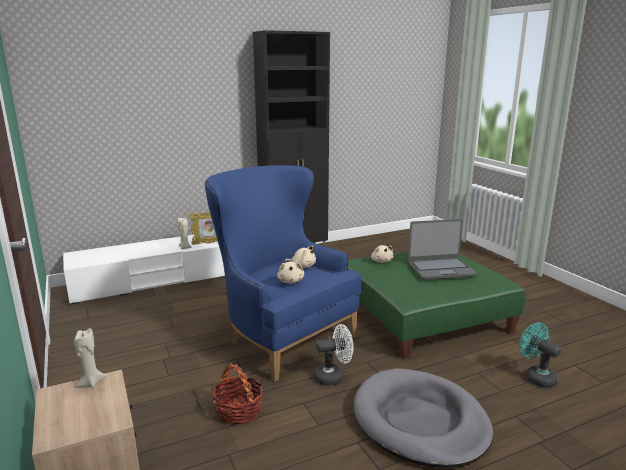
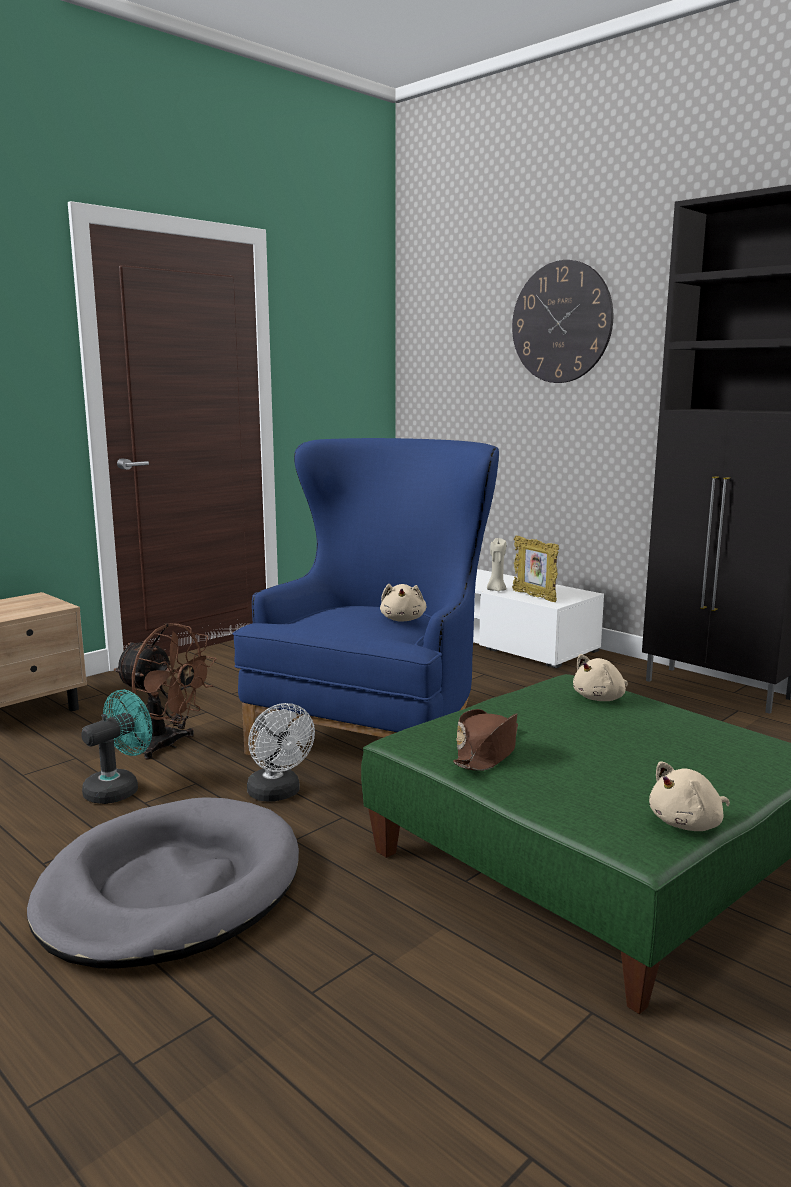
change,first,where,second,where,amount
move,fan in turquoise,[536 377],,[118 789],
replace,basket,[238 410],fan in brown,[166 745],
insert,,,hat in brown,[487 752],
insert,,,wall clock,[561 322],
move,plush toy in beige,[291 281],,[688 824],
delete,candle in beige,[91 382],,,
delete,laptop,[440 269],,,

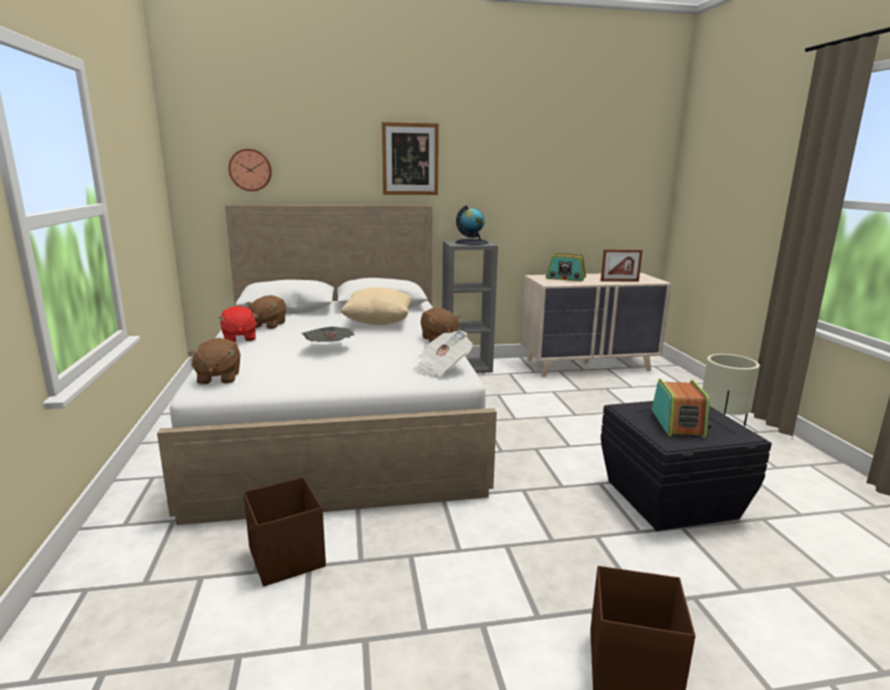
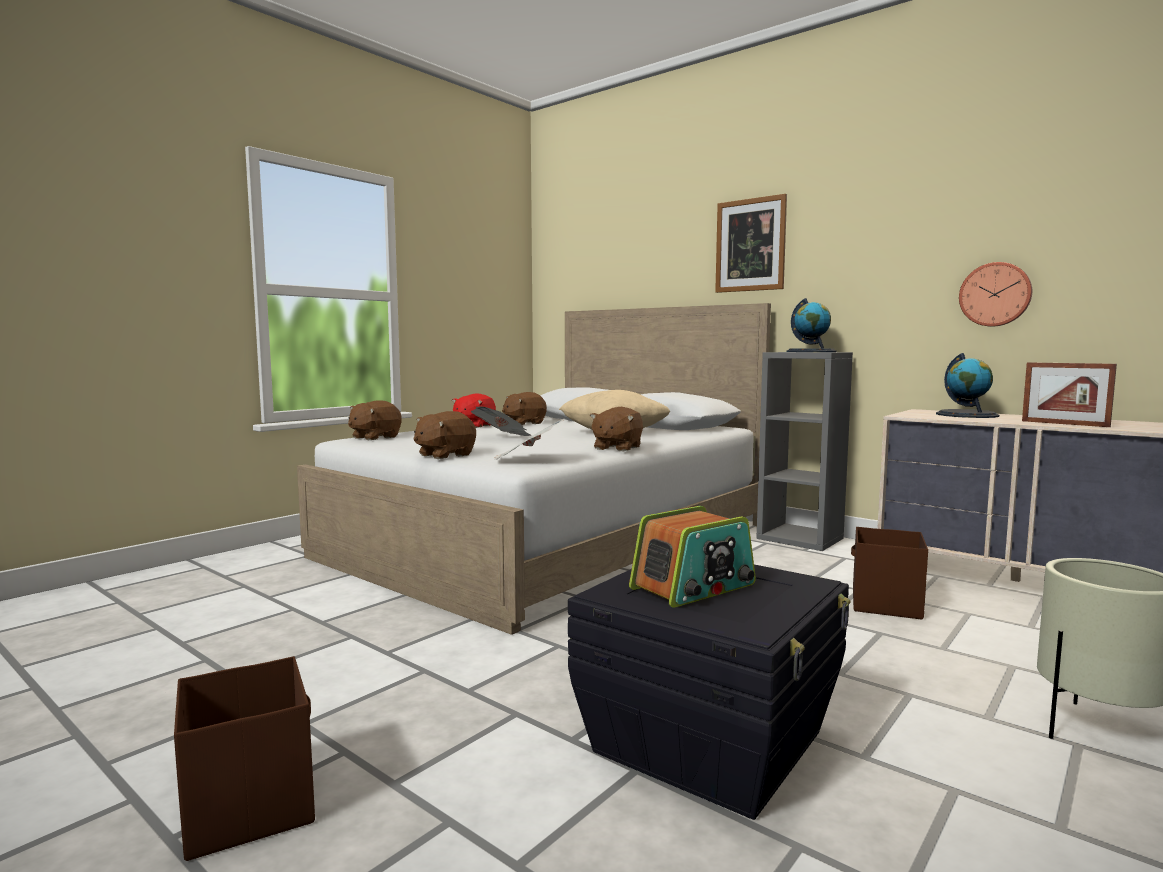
change,first,where,second,where,amount
insert,,,plush toy in brown,[444 455],
move,storage box in brown,[286 558],,[885 604],
replace,radio,[565 278],globe,[967 415],
move,wall clock,[250 170],,[995 294],

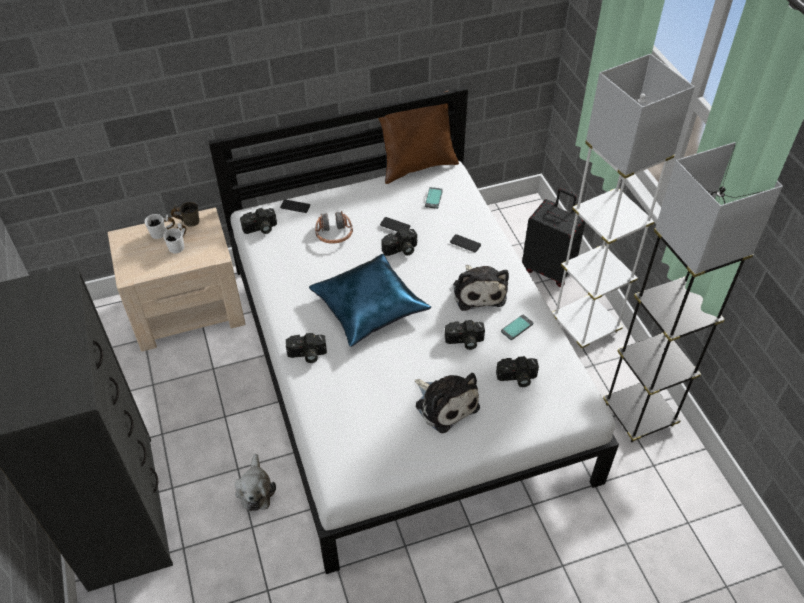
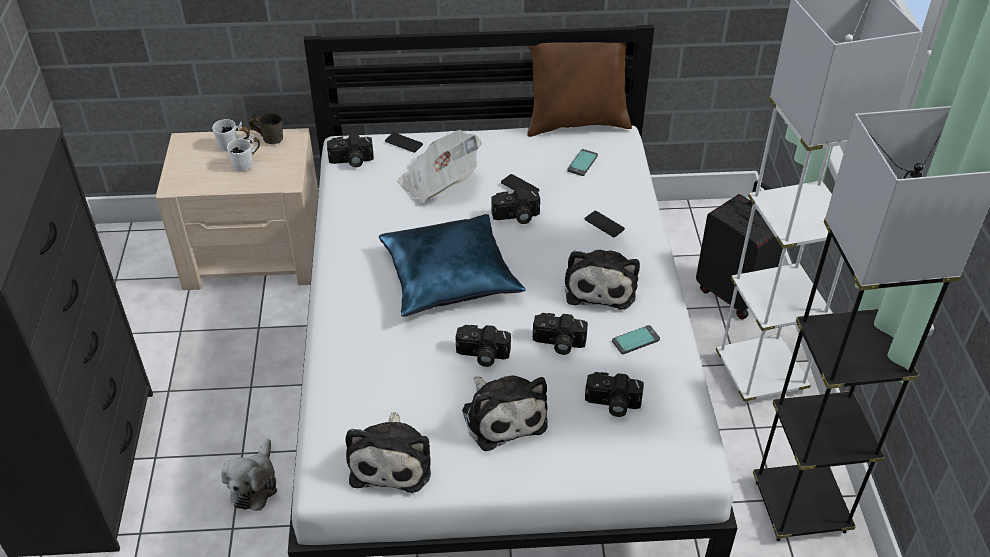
change,first,where,second,where,amount
insert,,,plush toy,[392 460],
replace,headphones,[334 234],newspaper,[439 183],
move,photo camera,[307 355],,[482 355],

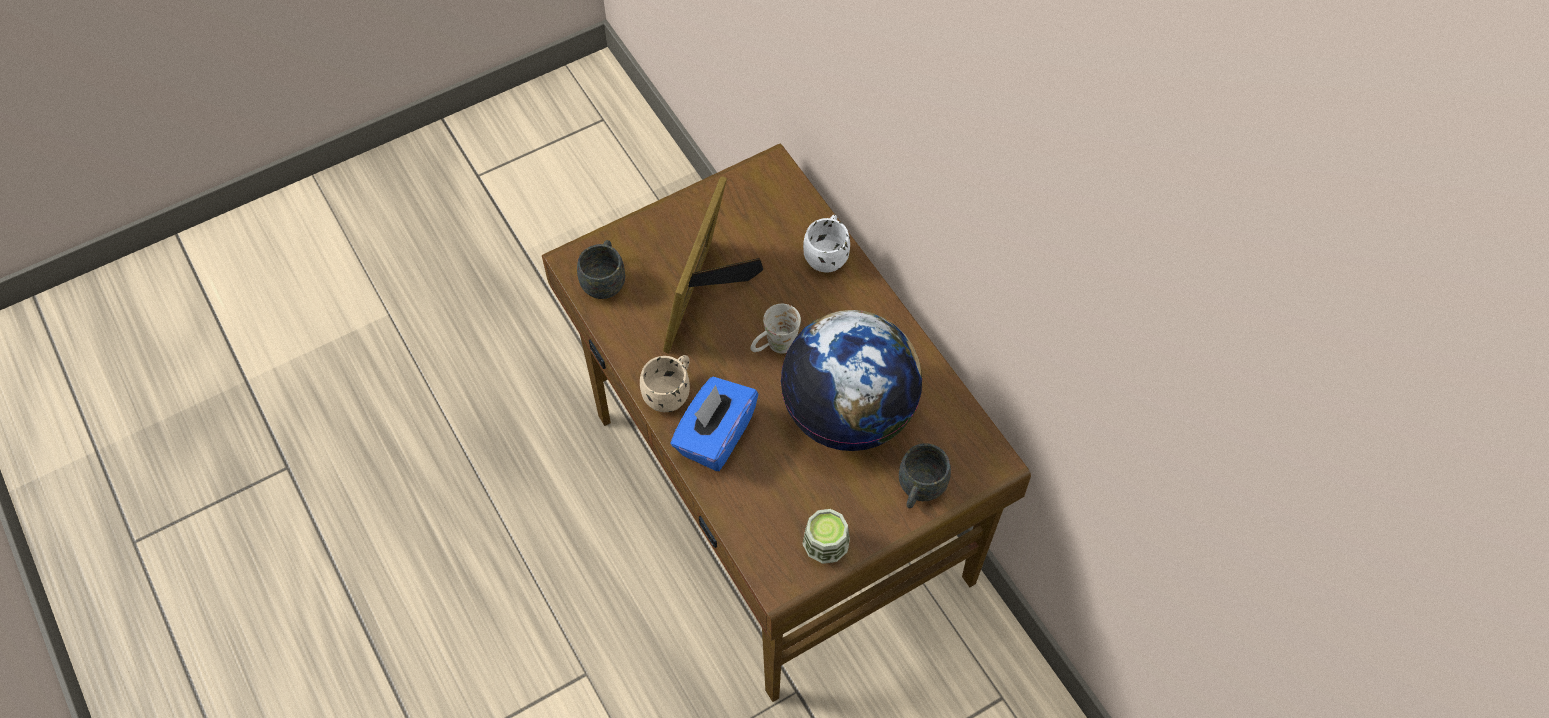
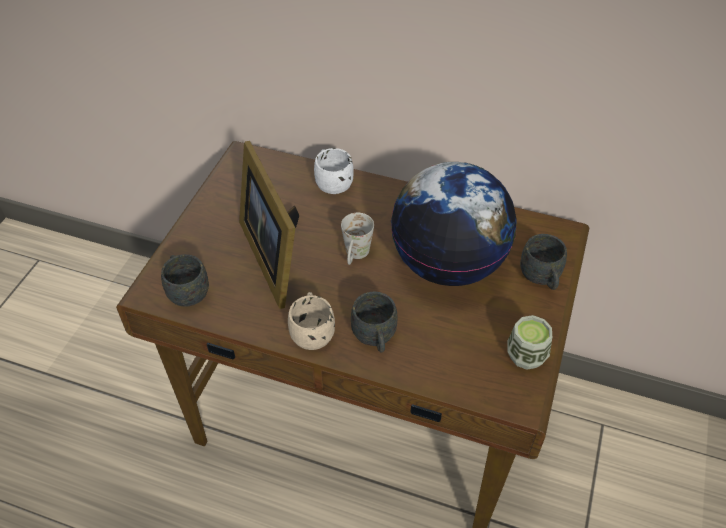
change,first,where,second,where,amount
replace,tissue box in blue,[715 436],mug in grey,[375 338],

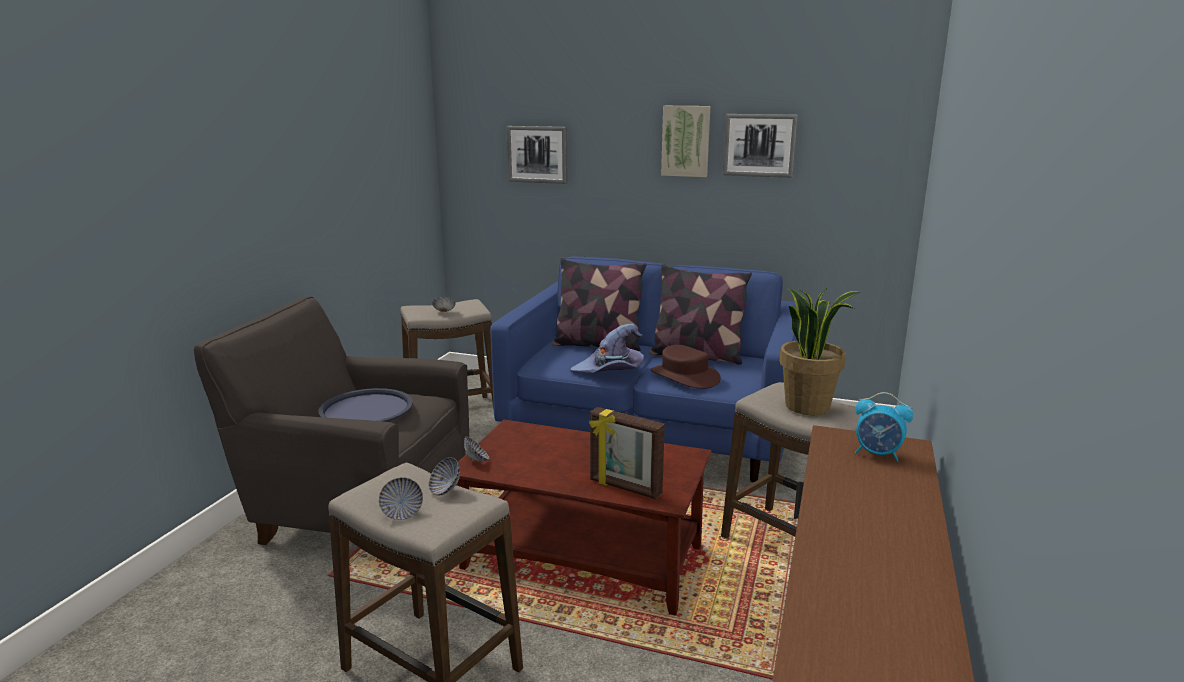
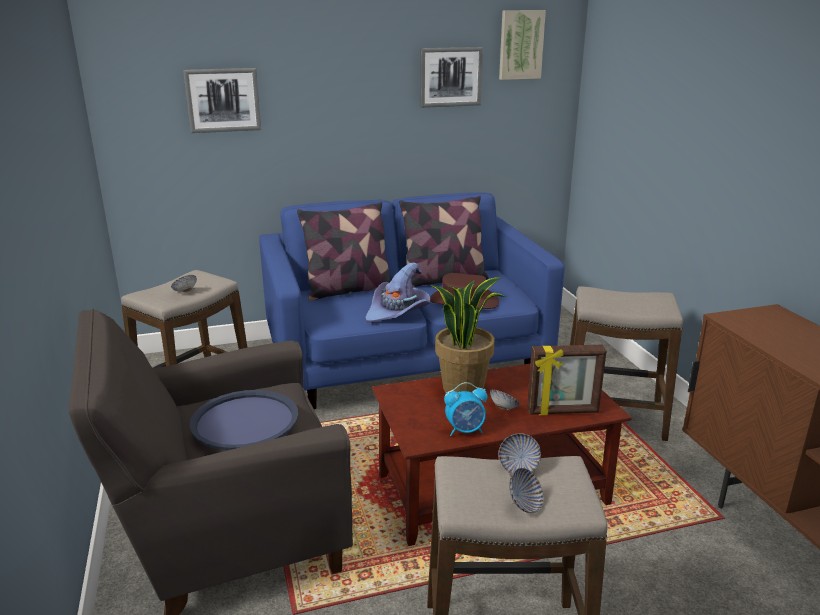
change,first,where,second,where,amount
move,potted plant,[808 406],,[463 388],
move,alarm clock,[878 454],,[465 430],
move,bowl,[477 460],,[503 408],
move,picture,[686 141],,[520 45],

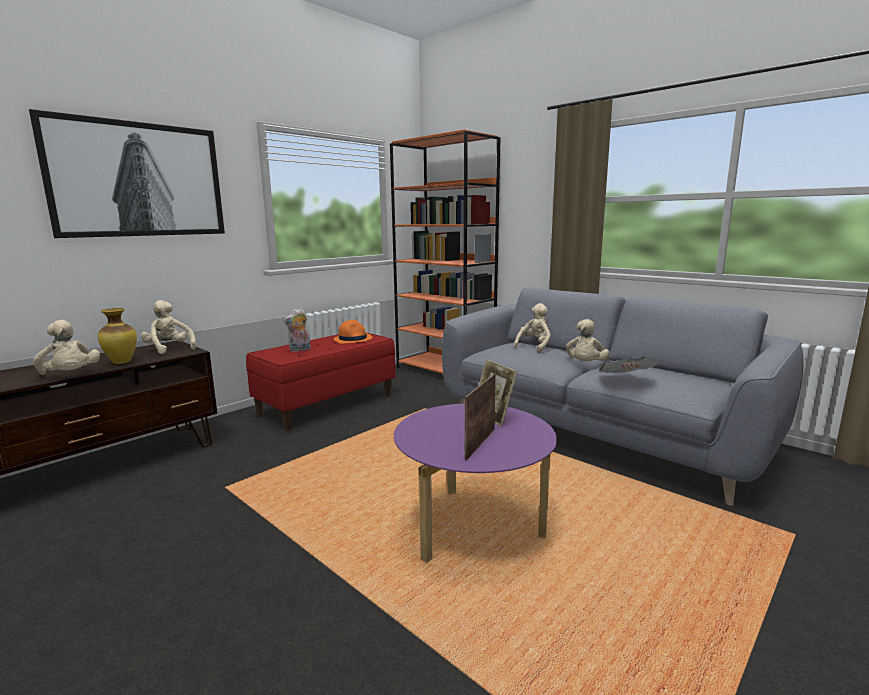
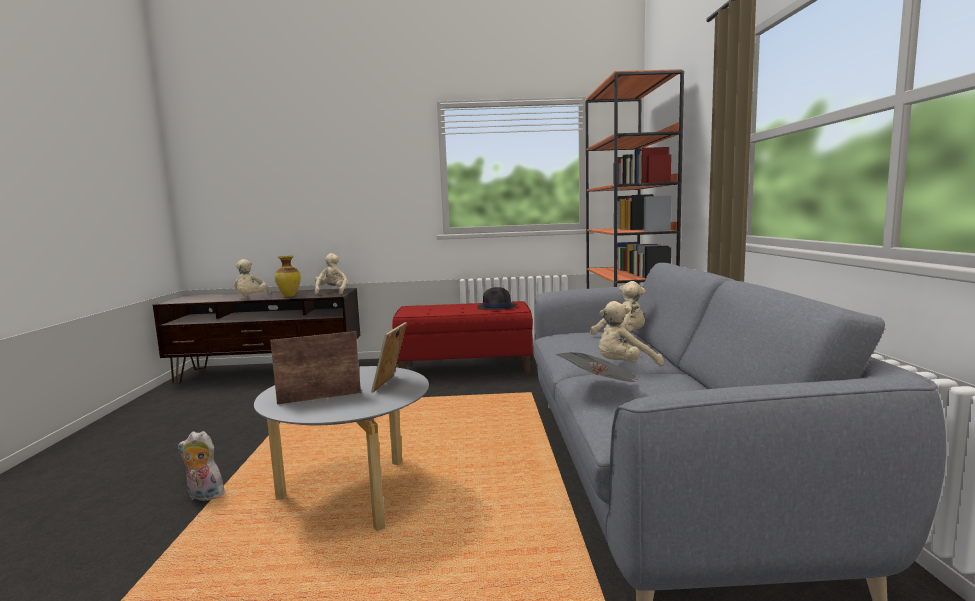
change,first,where,second,where,amount
move,plush toy,[300 350],,[203 496],
recolor,coffee table in purple,[473 527],coffee table in grey,[353 495],
recolor,hat in orange,[353 339],hat in black,[497 307],
delete,picture,[139 180],,,

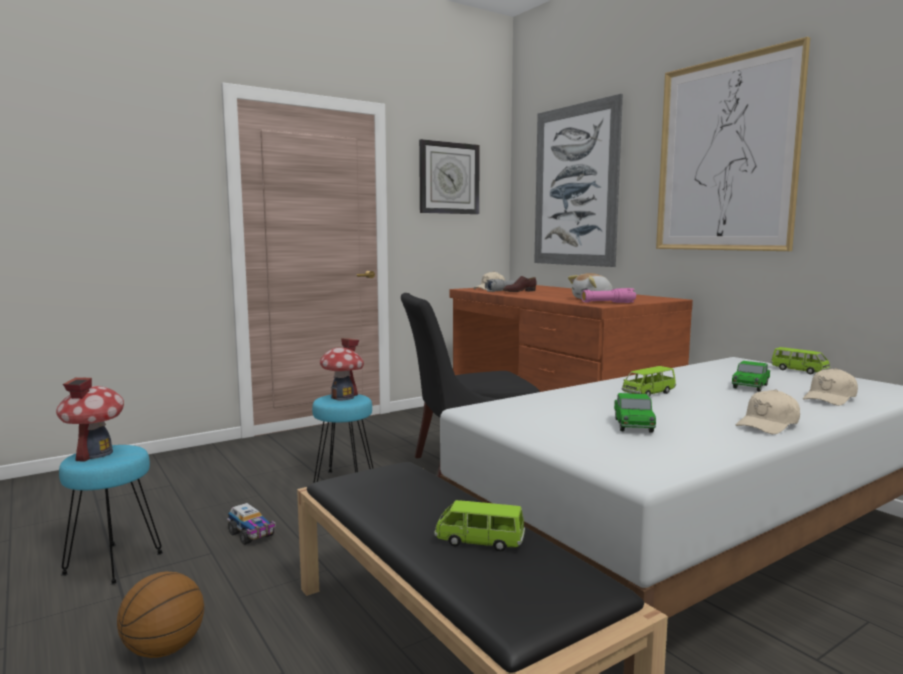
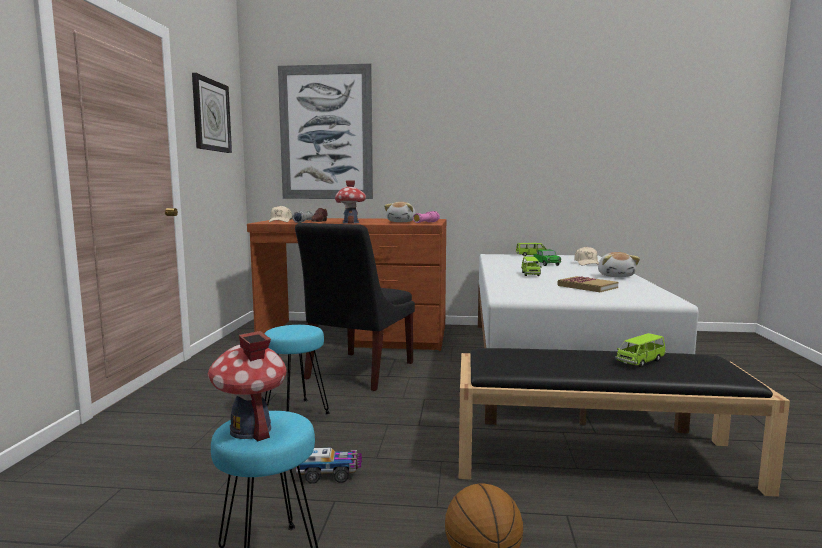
change,first,where,second,where,amount
move,toy house,[342 397],,[351 223],
replace,toy car,[633 425],book,[587 286],
replace,cap in beige,[768 425],plush toy,[616 276],
delete,picture,[725 155],,,

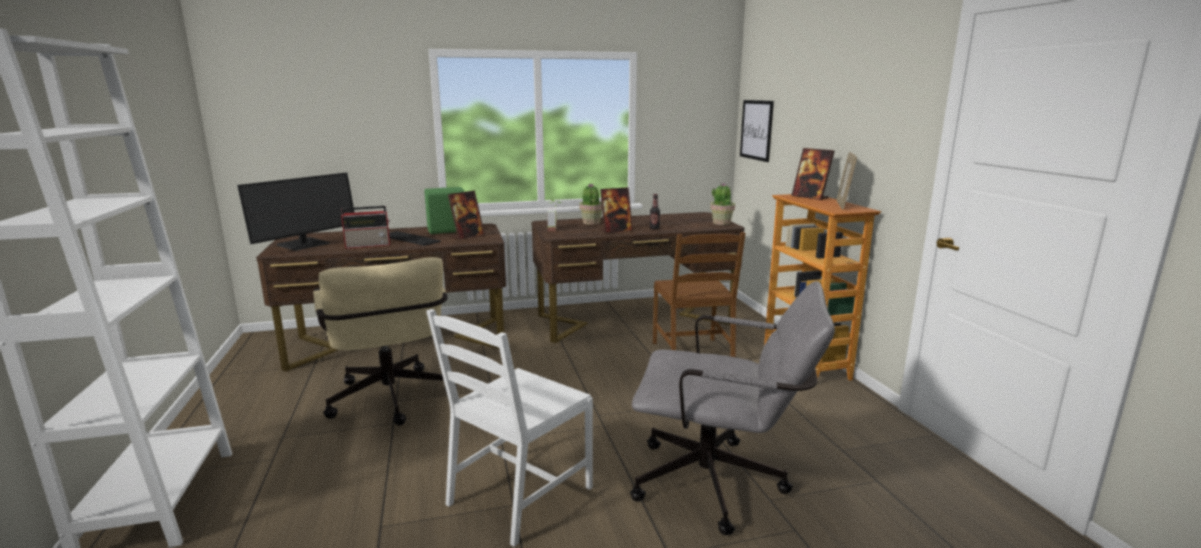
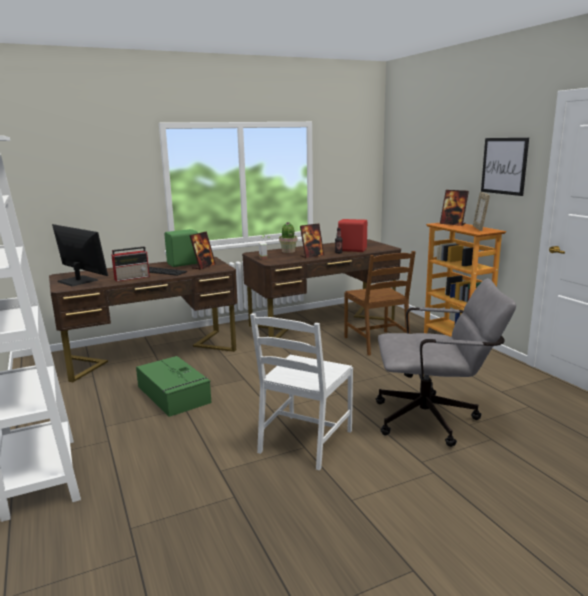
change,first,where,second,where,amount
rotate,monitor,[304 244],,[79 281],75 degrees counterclockwise
replace,office chair in beige,[391 402],storage box in green,[174 395],
insert,,,speaker in red,[352 250],
move,picture,[756 130],,[504 166],
delete,potted plant,[721 223],,,

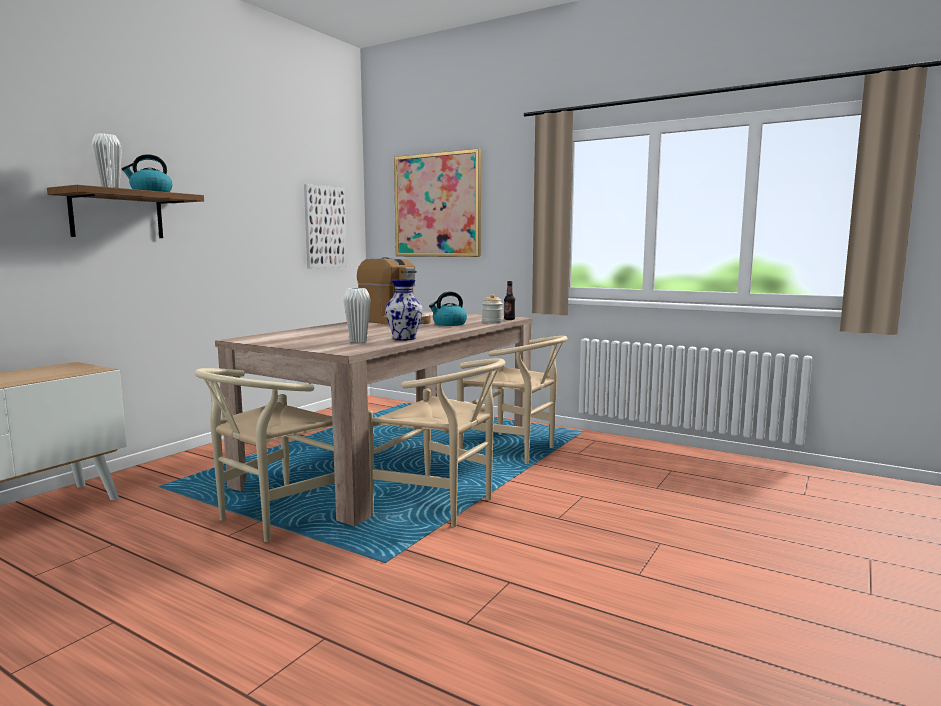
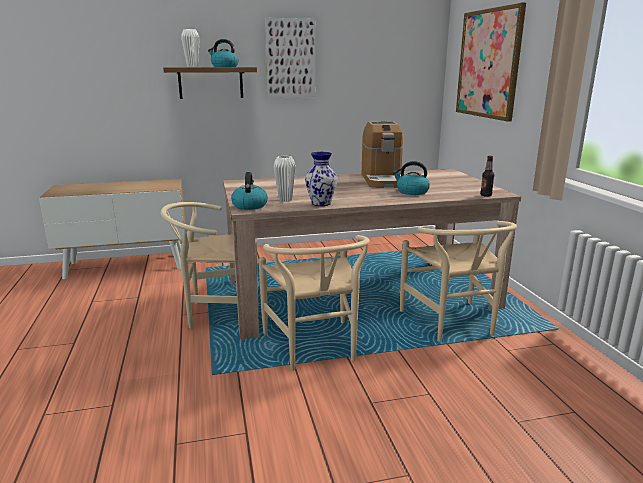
change,first,where,second,where,amount
insert,,,kettle,[249 205],
move,picture,[325 227],,[290 58],
delete,jar,[492 322],,,

